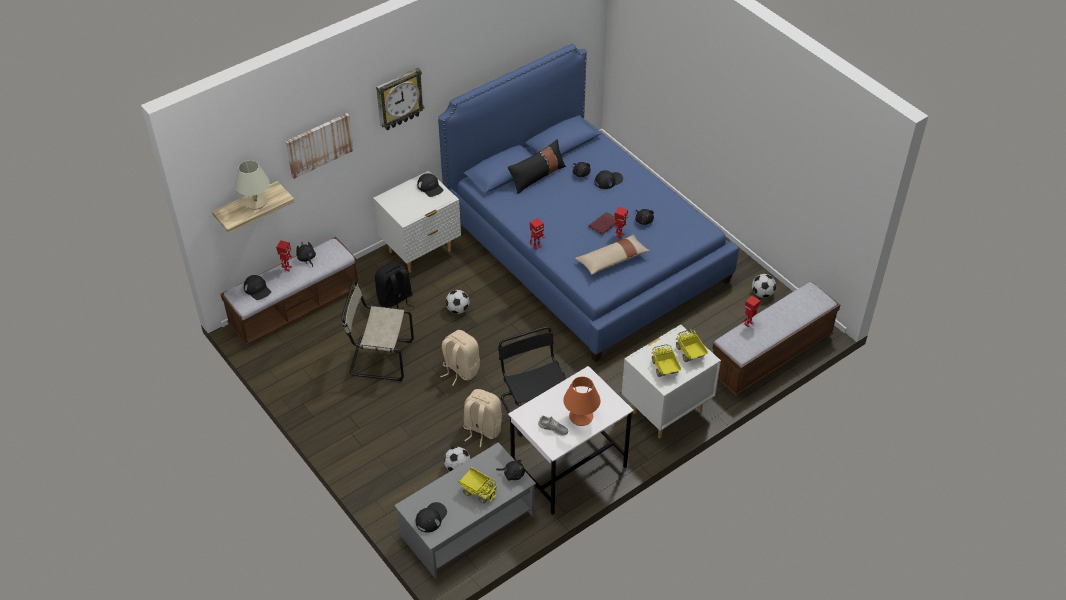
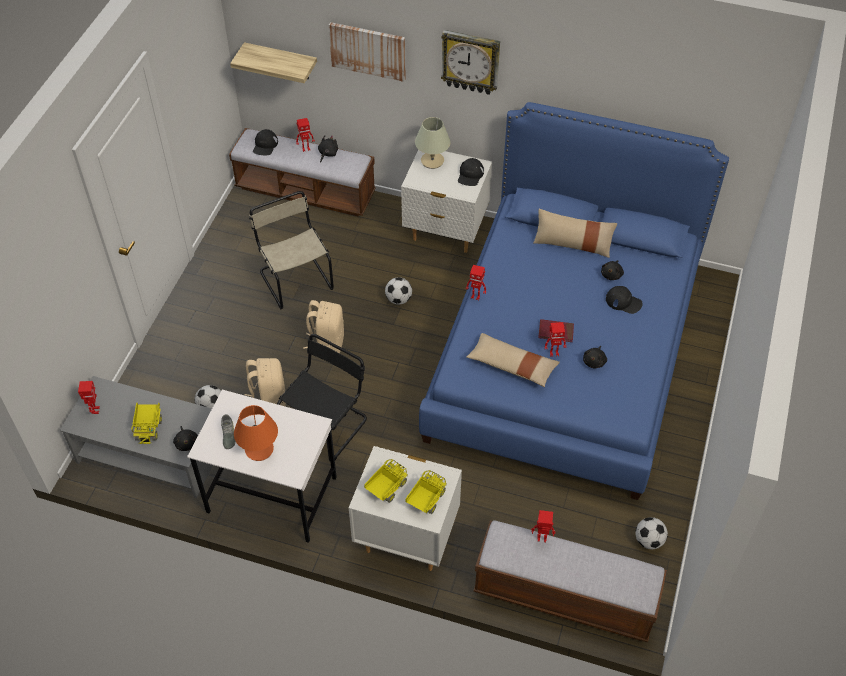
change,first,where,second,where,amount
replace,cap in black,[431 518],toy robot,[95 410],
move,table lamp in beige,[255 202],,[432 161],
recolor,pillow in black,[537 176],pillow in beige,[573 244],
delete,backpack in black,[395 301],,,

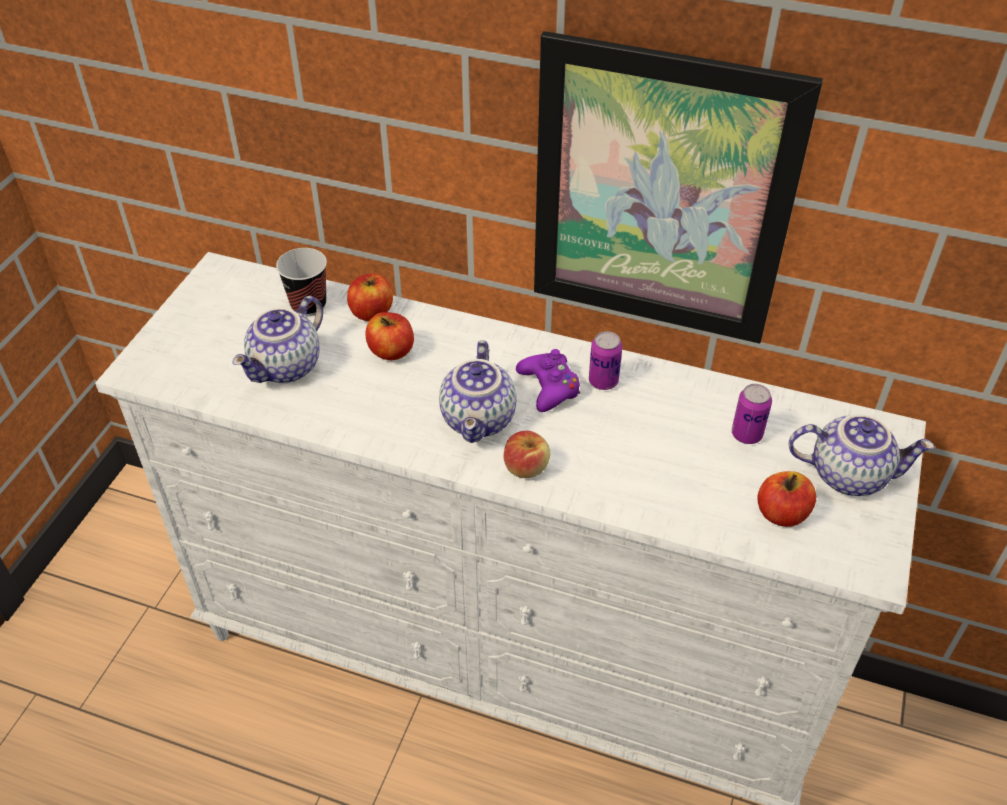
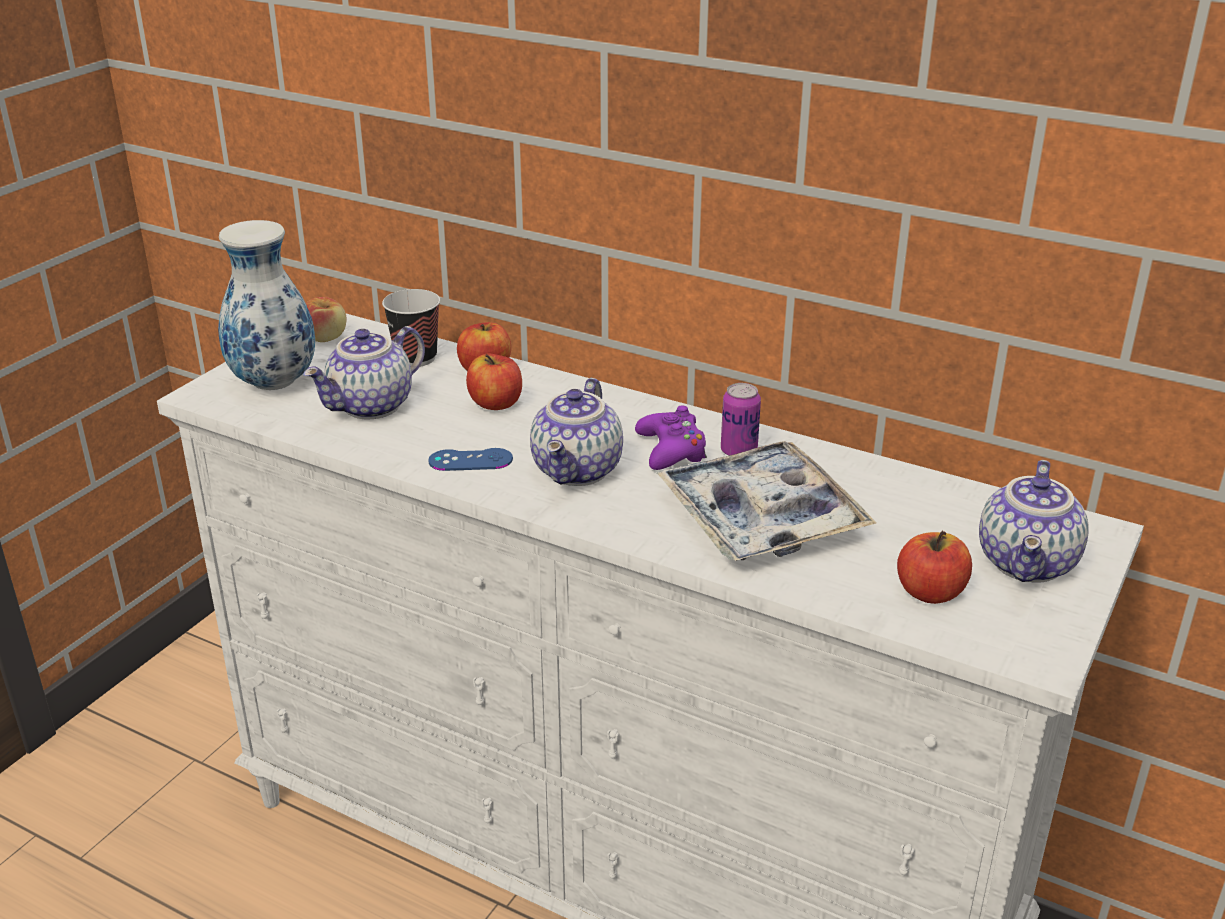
change,first,where,second,where,amount
insert,,,vase,[276 383],
move,apple,[526 467],,[325 337],
insert,,,game controller in blue,[470 460],
insert,,,tray,[761 517],
rotate,teapot,[849 474],,[1029 564],90 degrees clockwise
delete,picture,[661 196],,,
delete,can,[746 434],,,

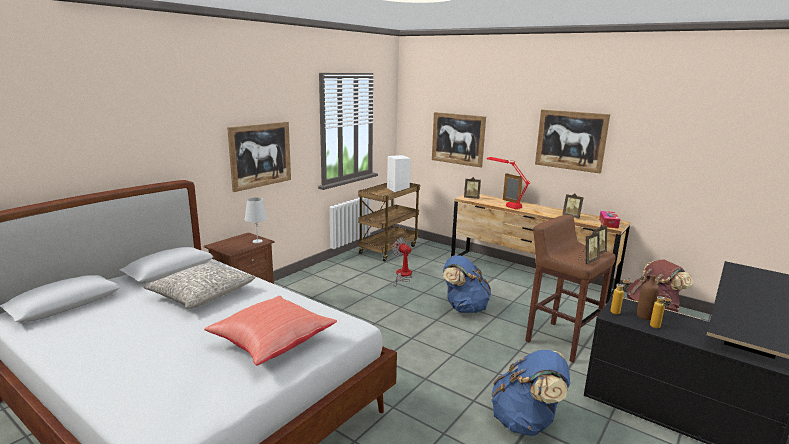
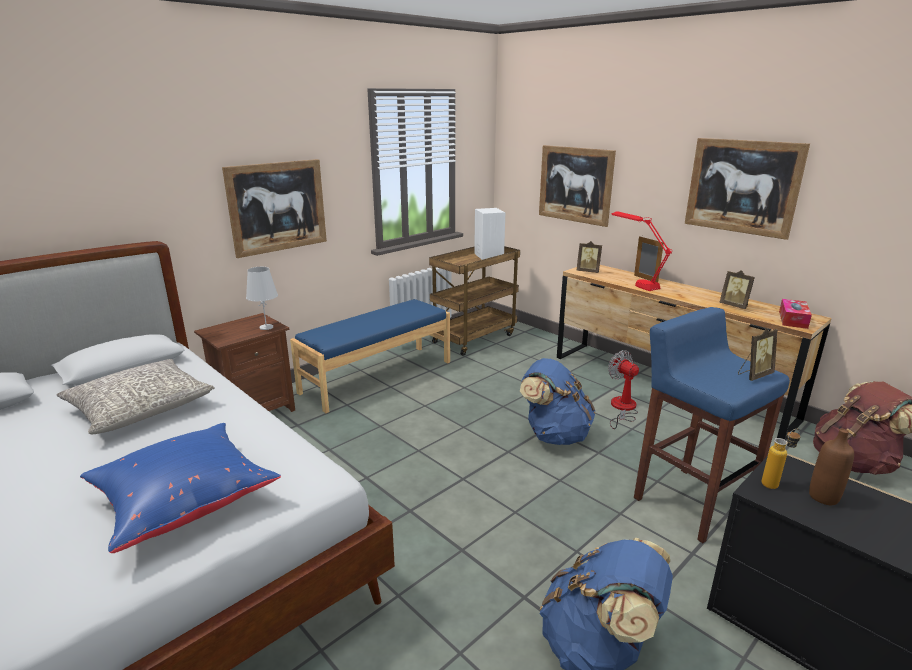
change,first,where,second,where,amount
recolor,pillow in red,[271 343],pillow in blue,[184 502],
insert,,,bench in blue,[377 376],
move,fan,[402 275],,[622 409],
recolor,stool in brown,[560 341],stool in blue,[690 502],
delete,picture frame,[587 261],,,
delete,bottle,[657 328],,,

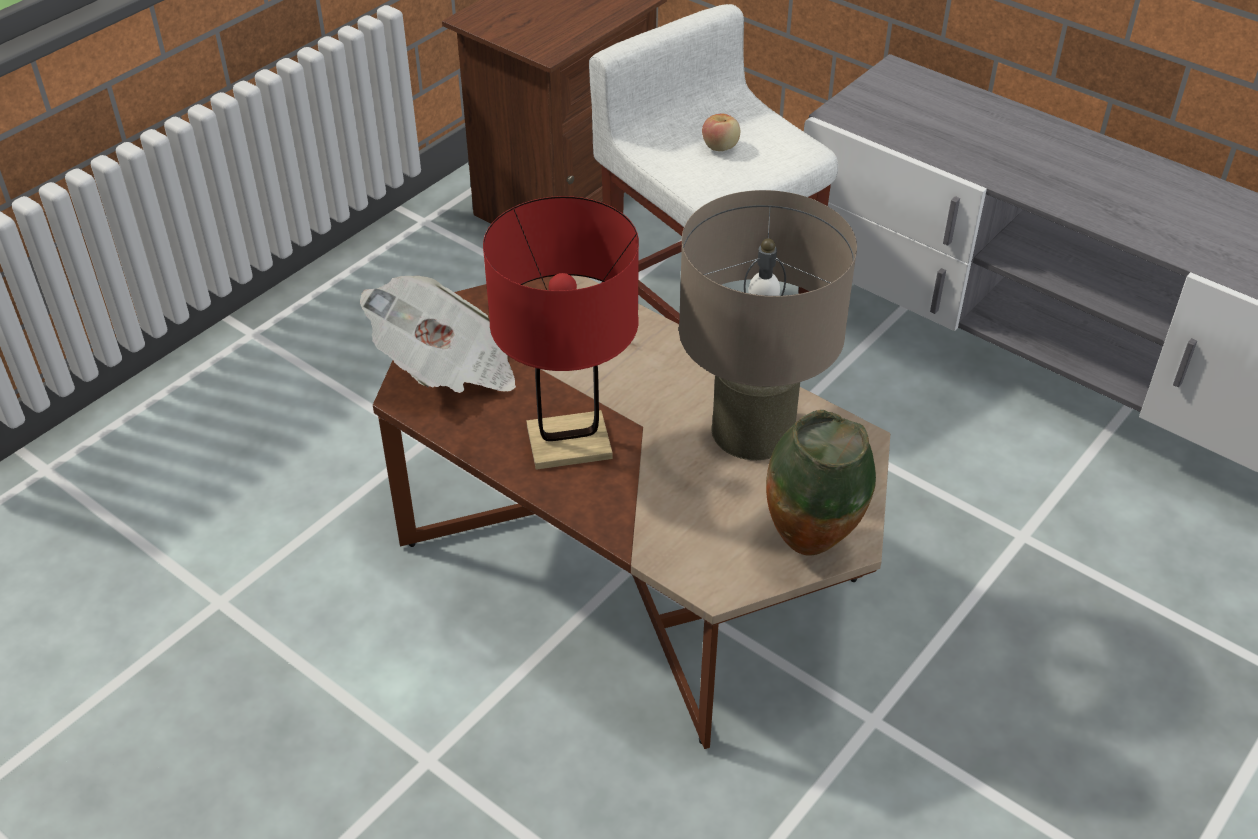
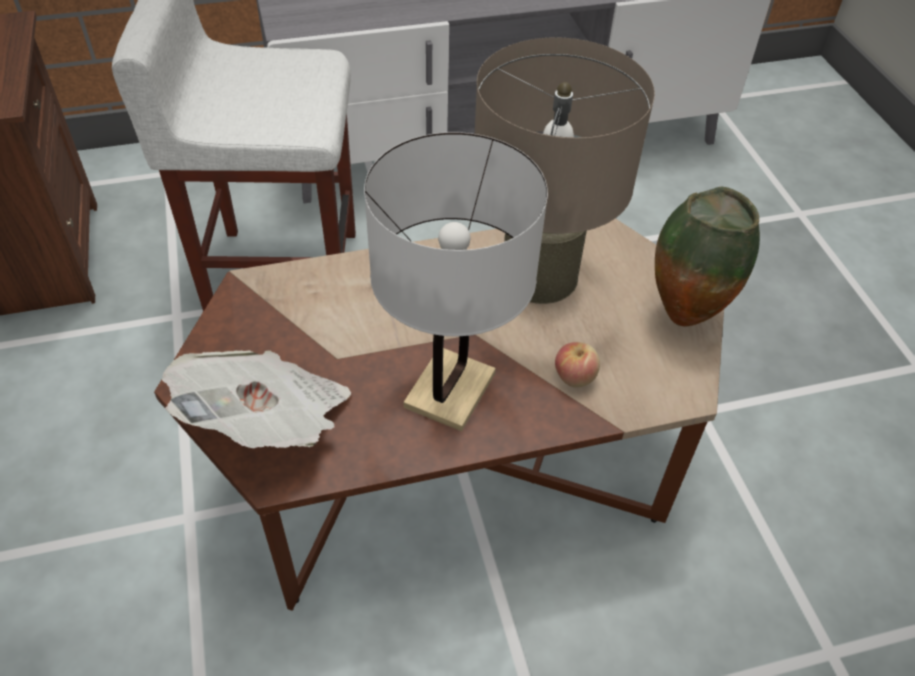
change,first,where,second,where,amount
recolor,table lamp in red,[569 442],table lamp in white,[450 390],
move,apple,[720 147],,[574 377],

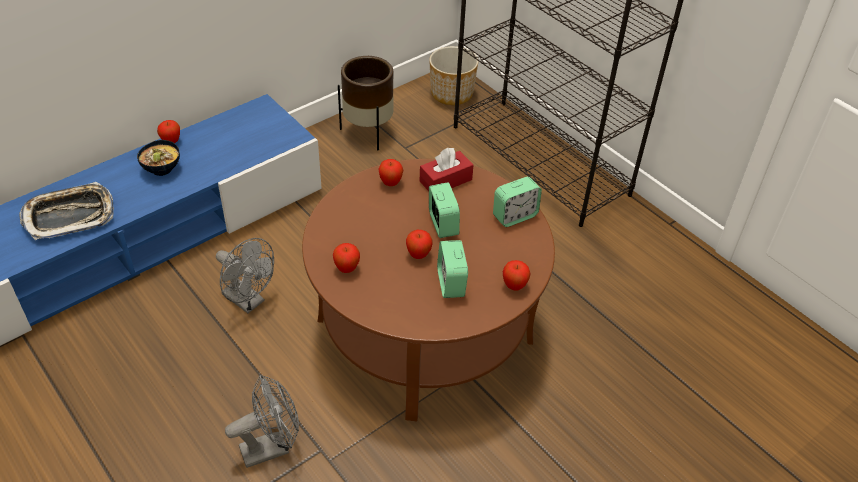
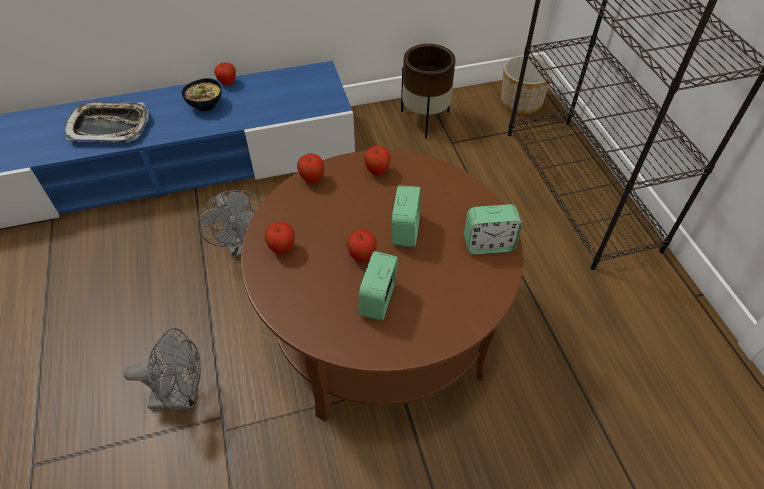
change,first,where,second,where,amount
move,apple,[514 286],,[312 179],
delete,tissue box in red,[445 180],,,

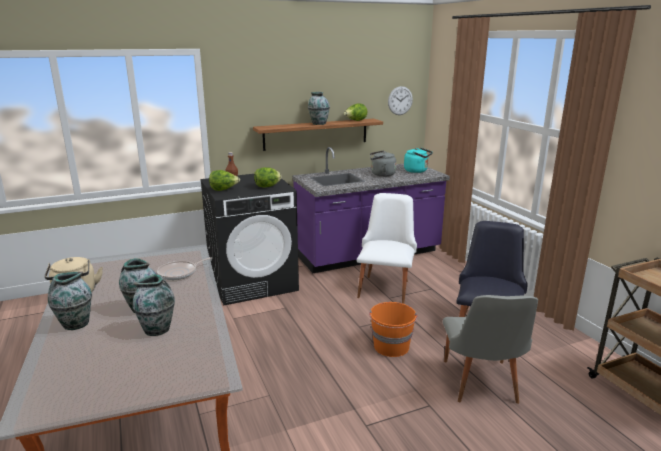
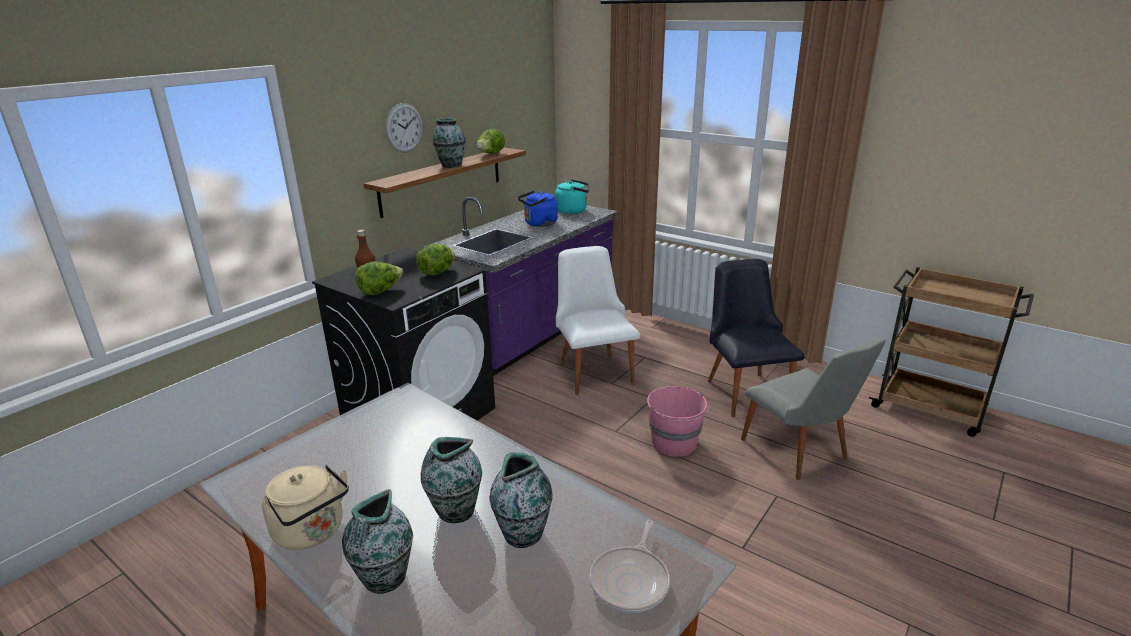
change,first,where,second,where,amount
move,wall clock,[400 100],,[404 128],
recolor,kettle in grey,[381 174],kettle in blue,[539 224],
move,frying pan,[179 273],,[631 581],
recolor,bucket in orange,[391 347],bucket in pink,[674 443],

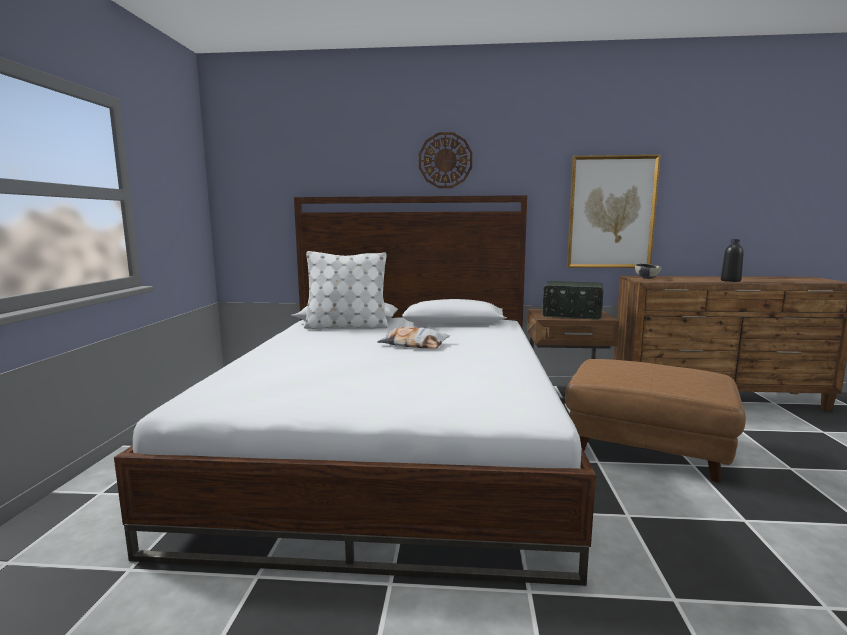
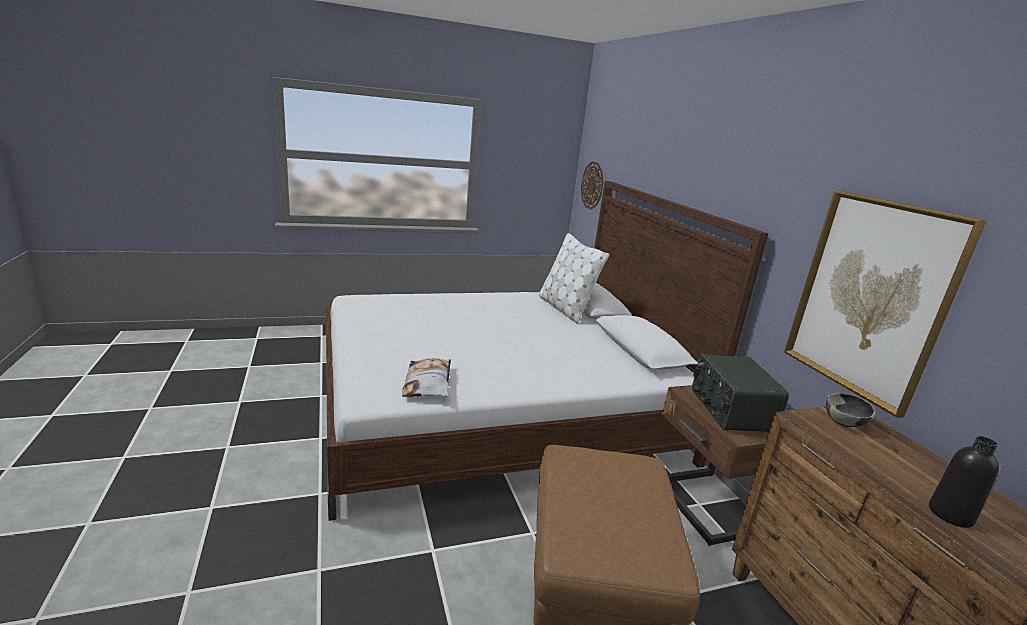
change,first,where,second,where,amount
move,pillow,[414 344],,[428 383],
move,wall clock,[445 160],,[592 185],

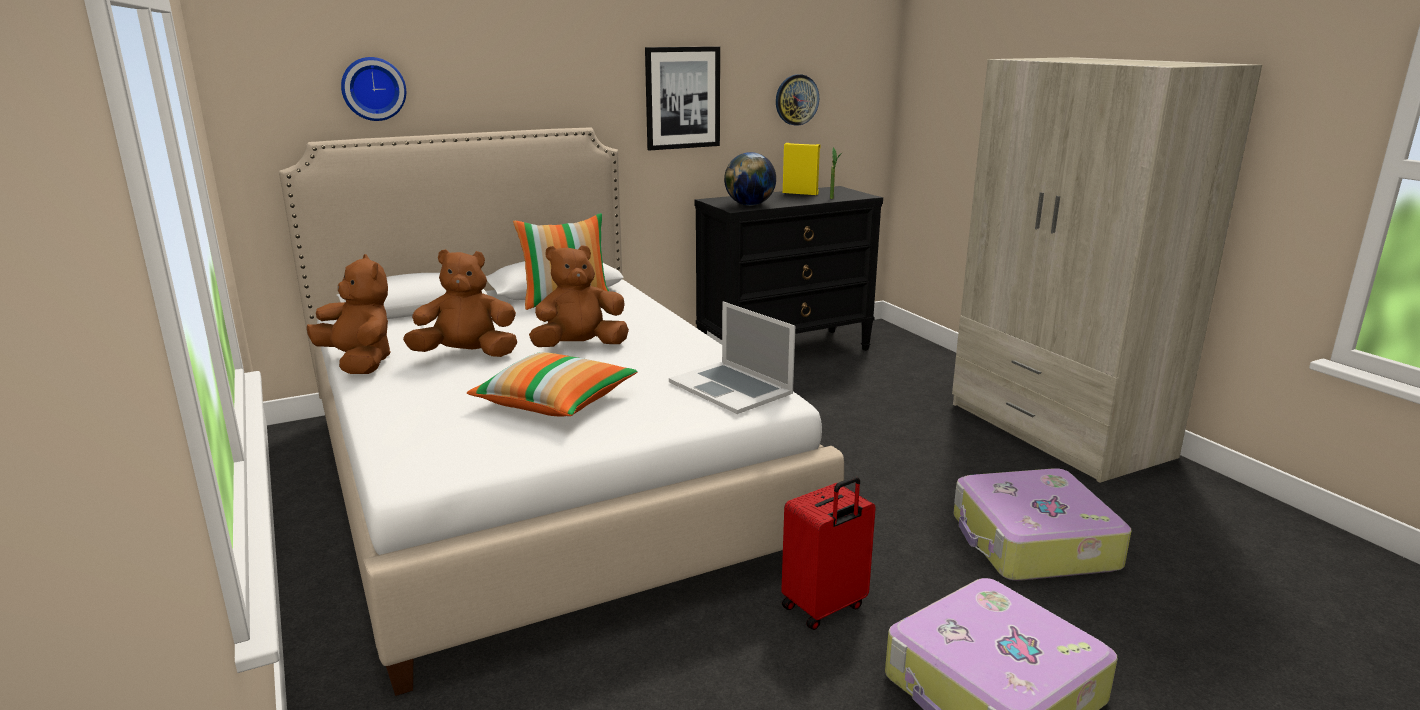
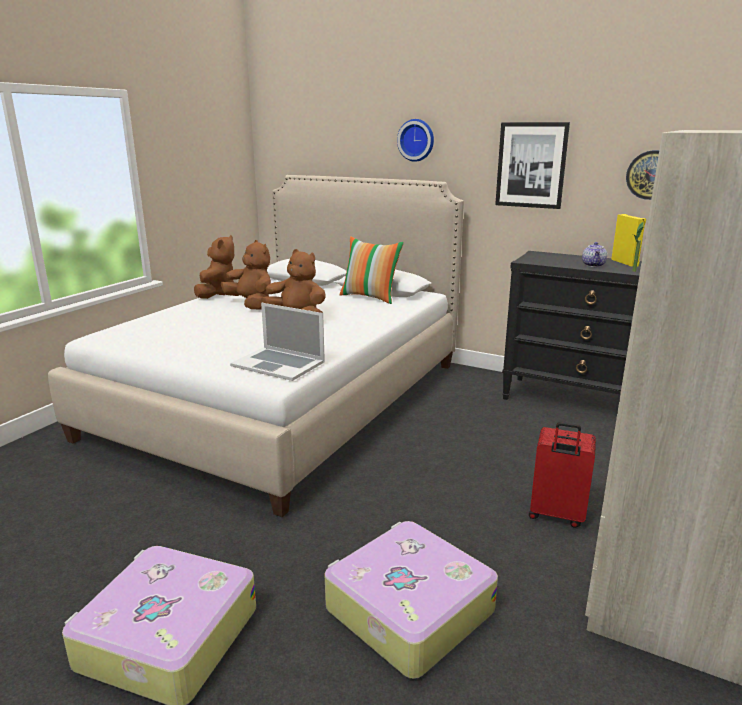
change,first,where,second,where,amount
rotate,laptop,[731 387],,[278 364],75 degrees counterclockwise
move,wall clock,[373 88],,[416 140],
move,suitcase in red,[825 607],,[556 515],
insert,,,teapot,[594 265],
delete,pillow,[556 402],,,
delete,globe,[749 205],,,

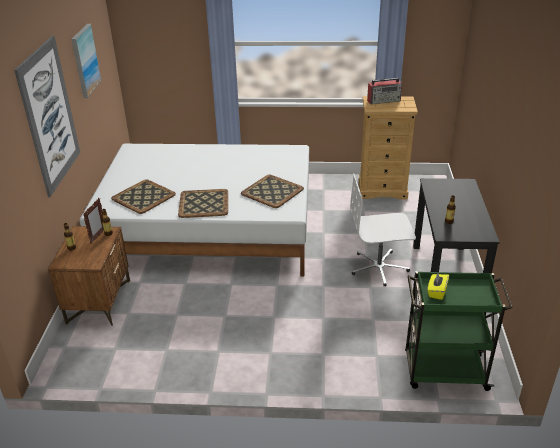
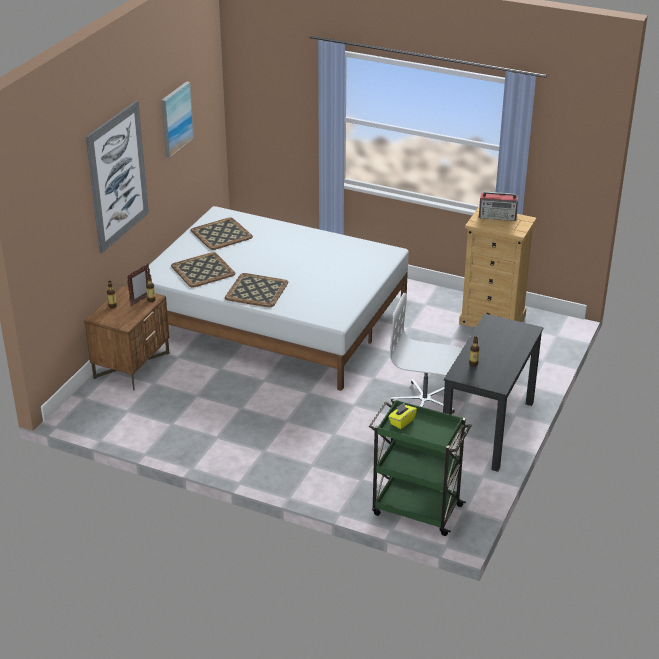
change,first,where,second,where,amount
move,tray,[272 191],,[221 234],

